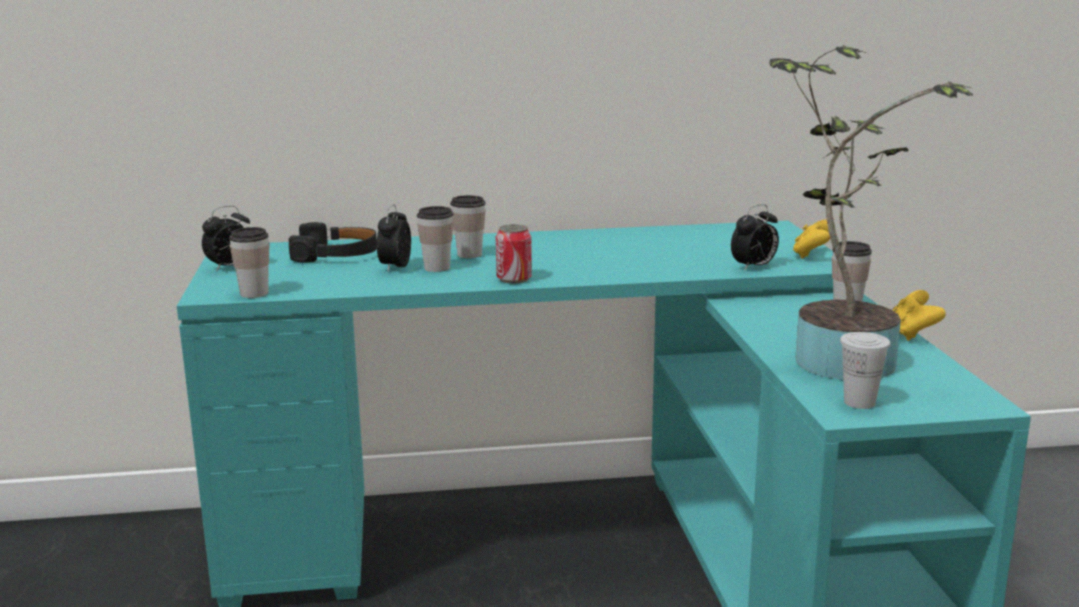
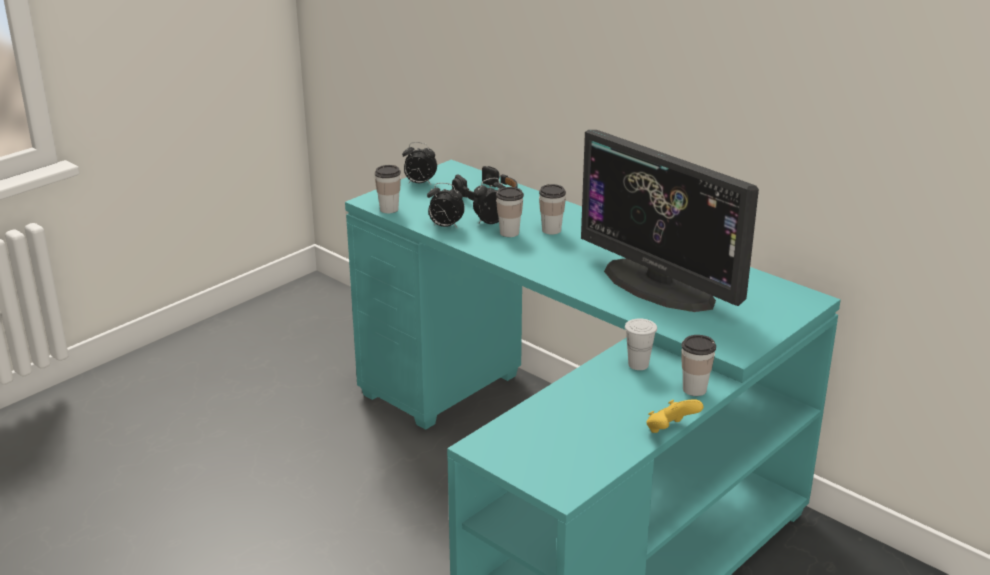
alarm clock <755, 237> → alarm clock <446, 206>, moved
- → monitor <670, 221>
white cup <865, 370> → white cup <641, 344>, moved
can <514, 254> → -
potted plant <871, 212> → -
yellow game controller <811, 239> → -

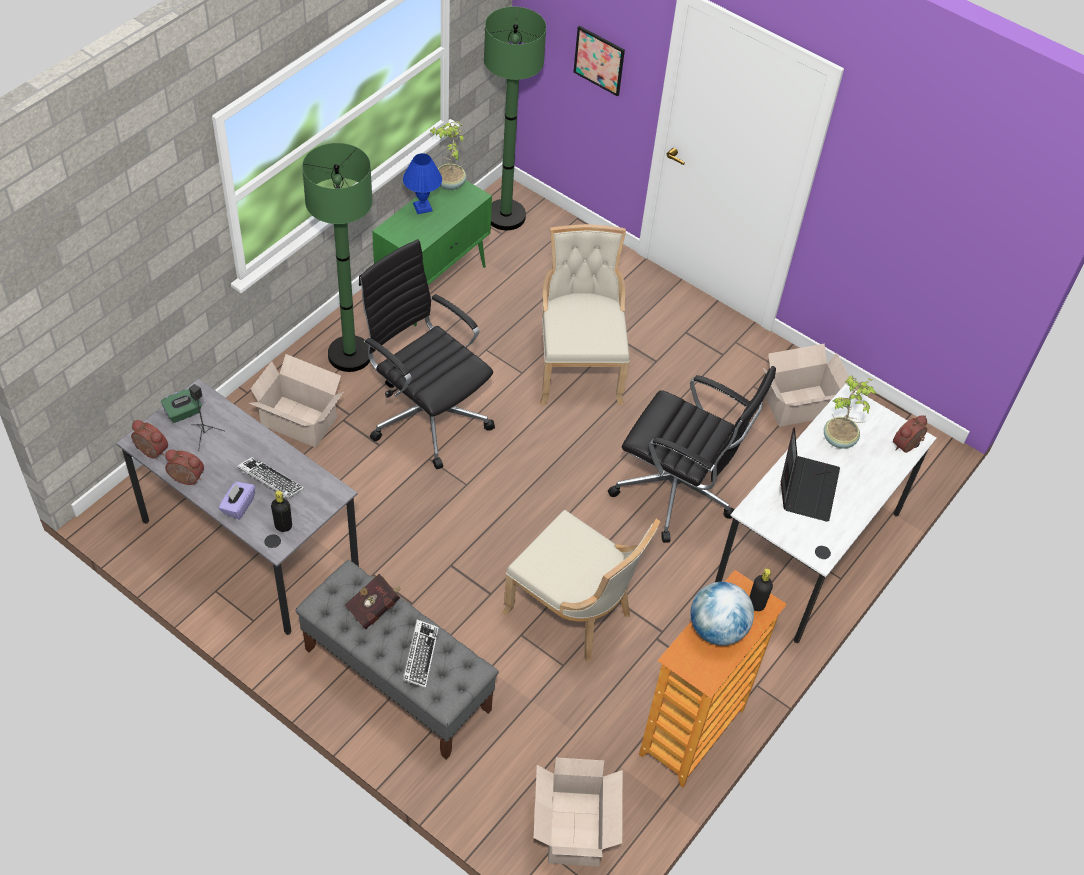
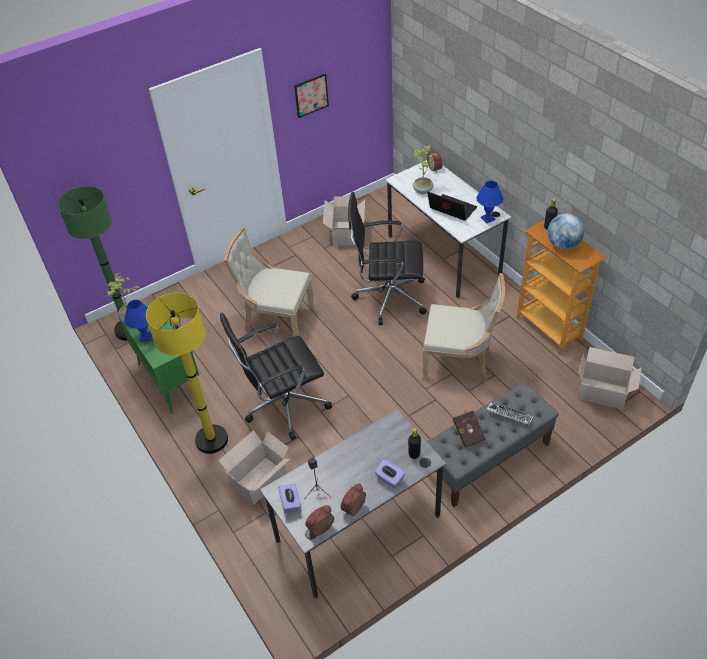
green floor lamp <337, 257> → yellow floor lamp <187, 373>
green tissue box <181, 406> → purple tissue box <289, 498>
picture <599, 61> → picture <311, 96>, moved
black office chair <692, 454> → black office chair <387, 258>, 135 degrees counterclockwise
beige chair <581, 586> → beige chair <463, 327>, 45 degrees clockwise
- → blue table lamp <489, 202>
keyboard <270, 477> → -

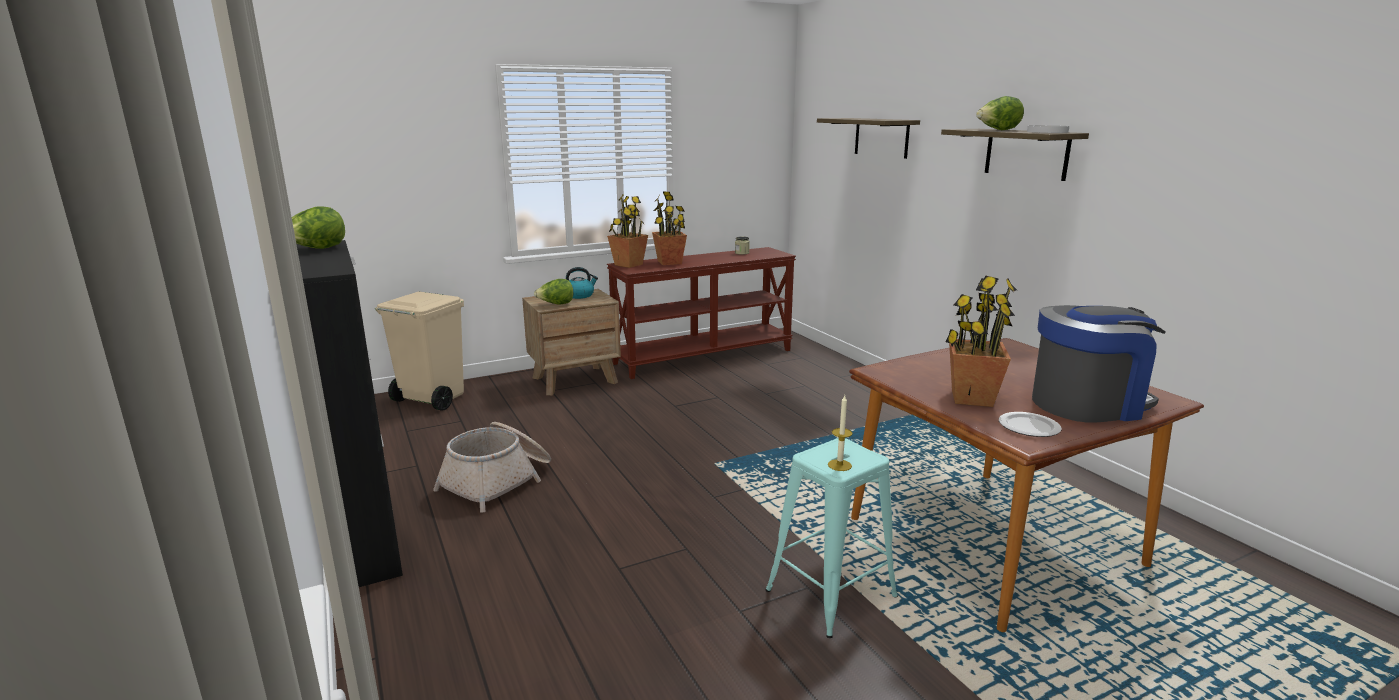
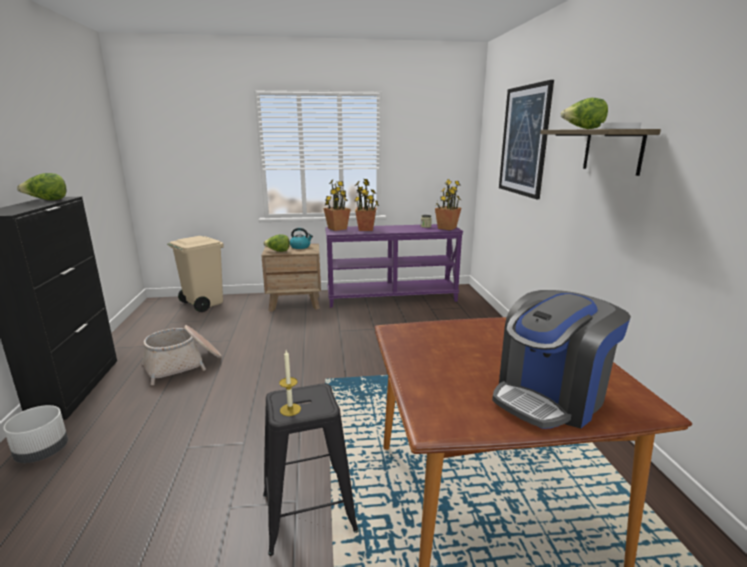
- → white planter <35, 434>
turquoise stool <831, 538> → black stool <310, 470>
brown console table <701, 313> → purple console table <394, 266>
potted plant <981, 341> → potted plant <448, 204>, moved
coffee machine <1099, 363> → coffee machine <561, 359>, 135 degrees clockwise
shelf <868, 138> → picture <526, 139>
plate <1030, 424> → -

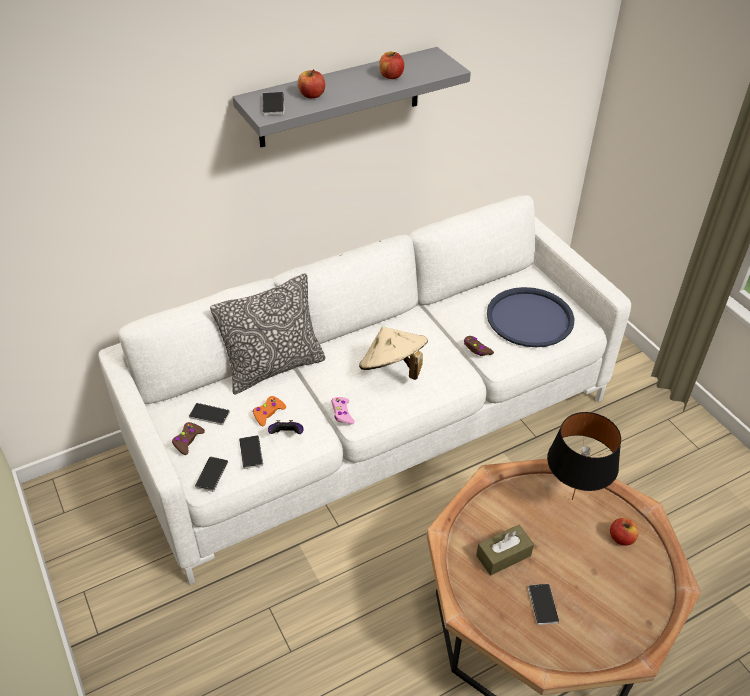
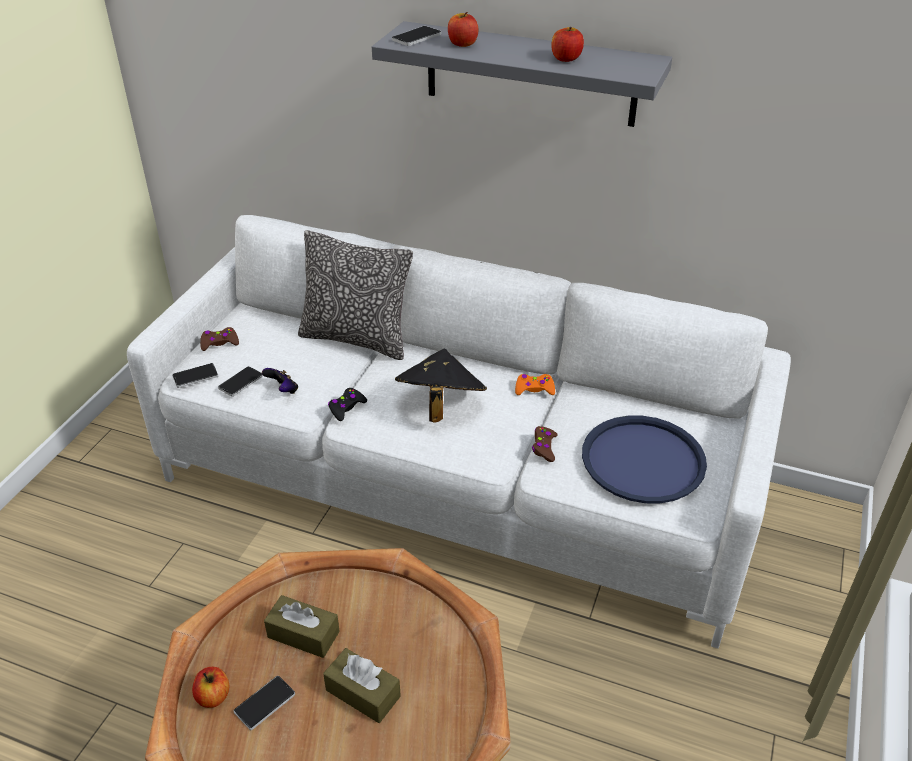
apple <624, 532> → apple <211, 687>, moved
- → brown tissue box <362, 685>
pink game controller <343, 411> → black game controller <347, 404>
beige hat <393, 353> → black hat <441, 385>
orange game controller <269, 411> → orange game controller <535, 384>, moved
phone <209, 414> → -
black table lamp <584, 456> → -

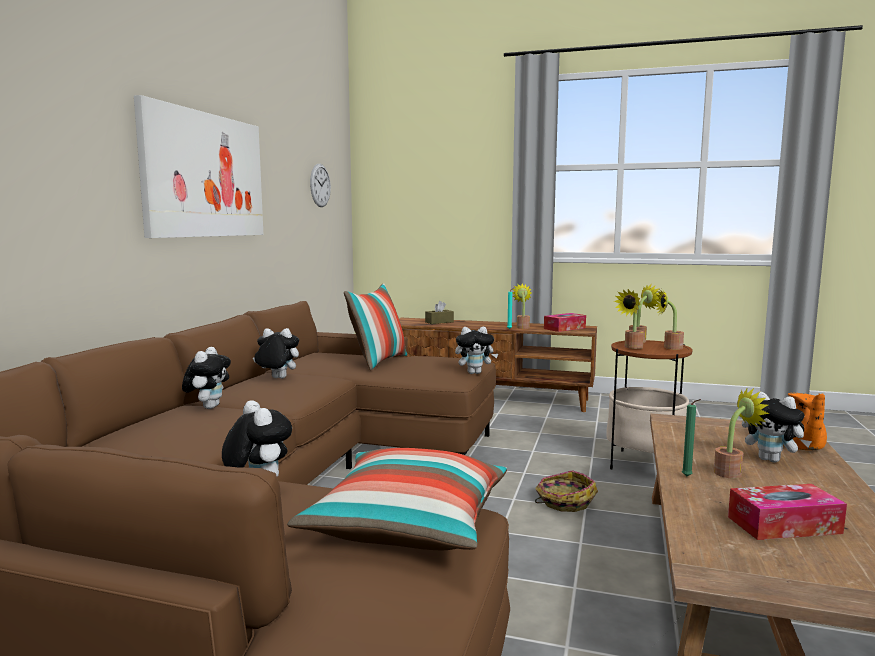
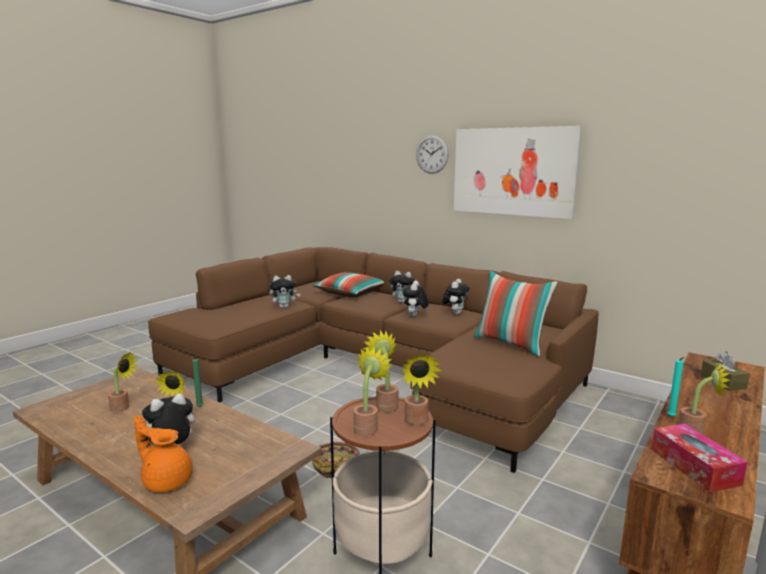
tissue box <787, 512> → potted plant <123, 382>
pillow <397, 499> → pillow <348, 284>, moved
plush toy <476, 350> → plush toy <415, 298>, moved
wall clock <320, 185> → wall clock <432, 154>, moved

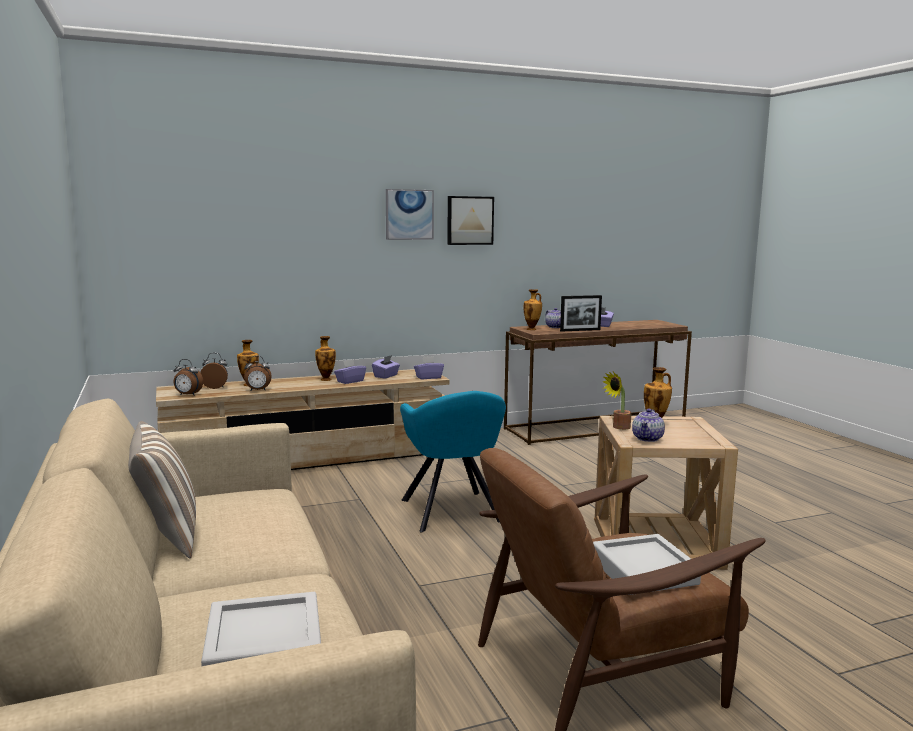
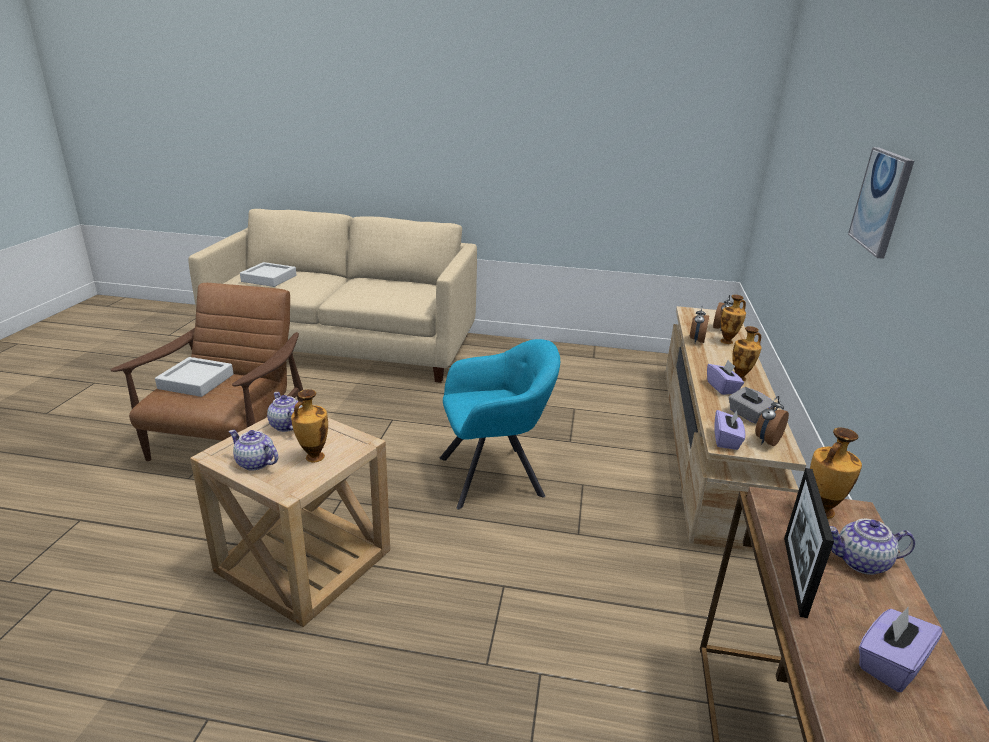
- → teapot <253, 450>
turquoise armchair <453, 461> → turquoise armchair <499, 424>, 150 degrees clockwise
purple tissue box <386, 366> → grey tissue box <751, 405>
alarm clock <188, 377> → alarm clock <772, 421>, moved
pillow <162, 490> → -
picture <470, 220> → -
potted plant <617, 401> → -

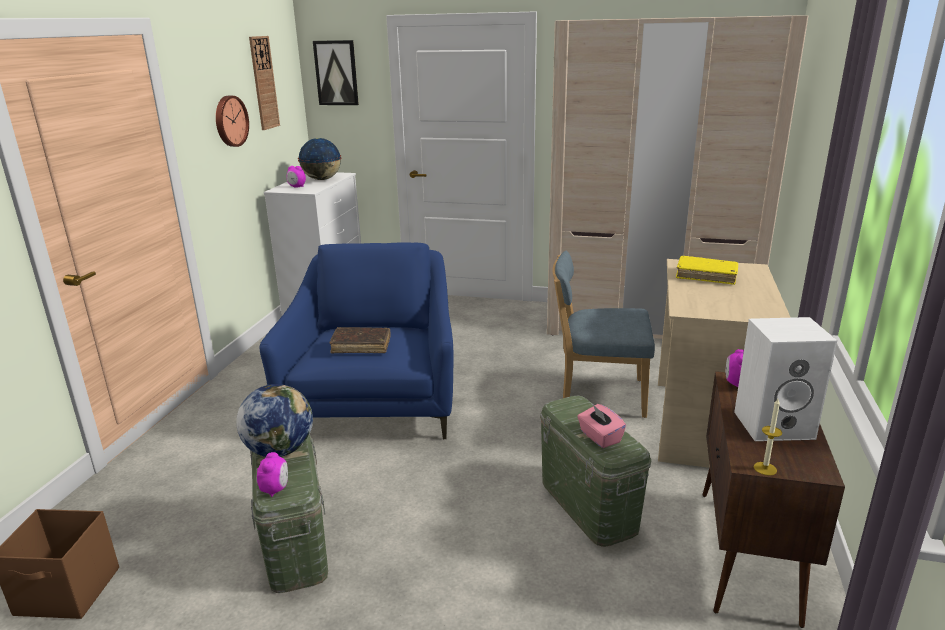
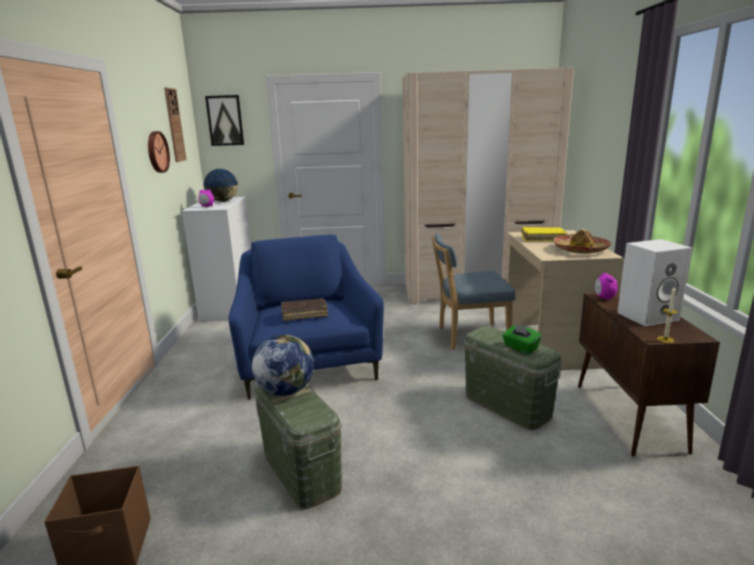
pink tissue box <601, 426> → green tissue box <522, 339>
- → hat <582, 241>
alarm clock <272, 474> → -

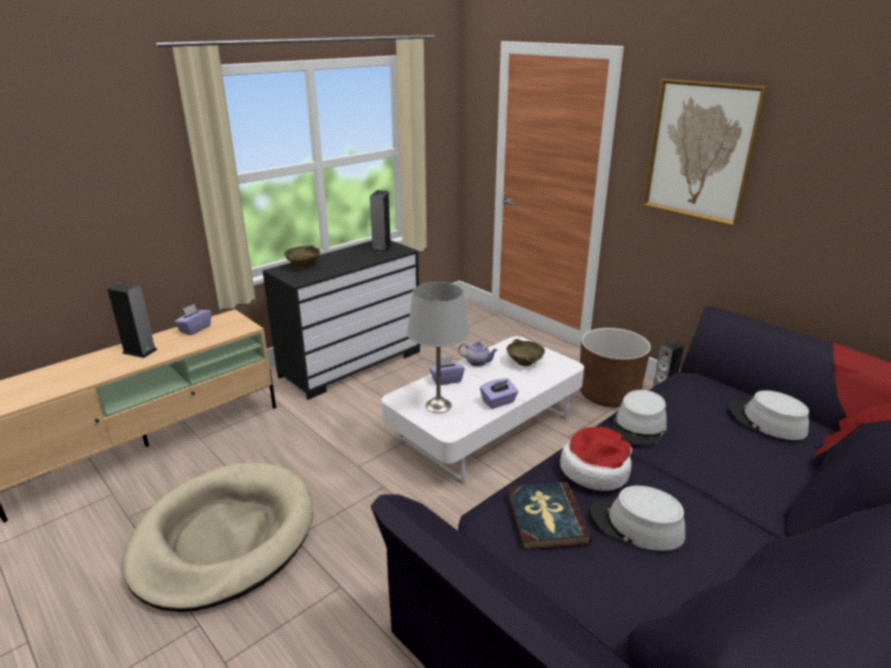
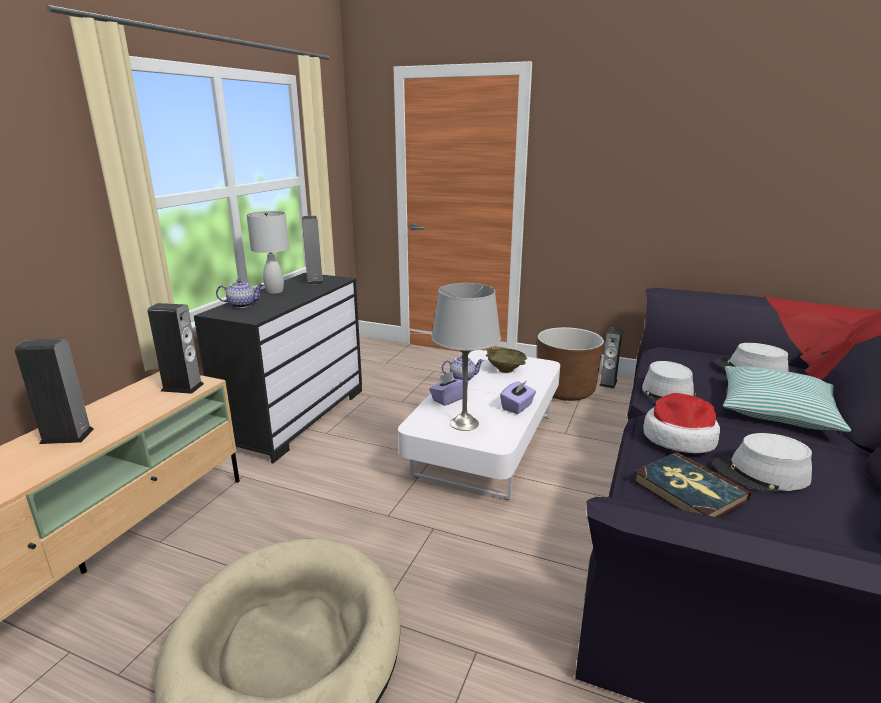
- → speaker <176, 348>
beige bowl <302, 256> → teapot <239, 293>
- → white table lamp <267, 252>
- → pillow <787, 399>
purple tissue box <192, 319> → -
picture <705, 152> → -

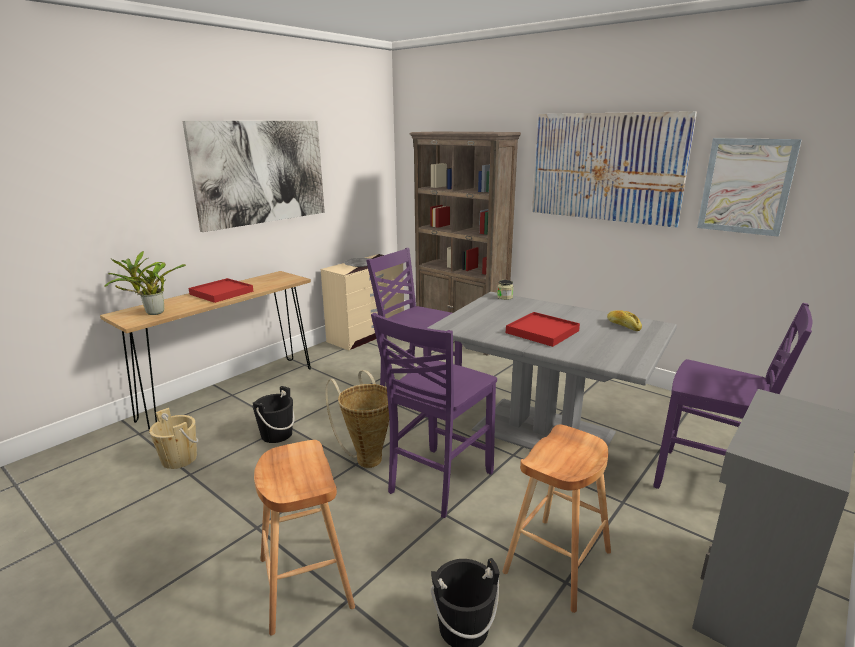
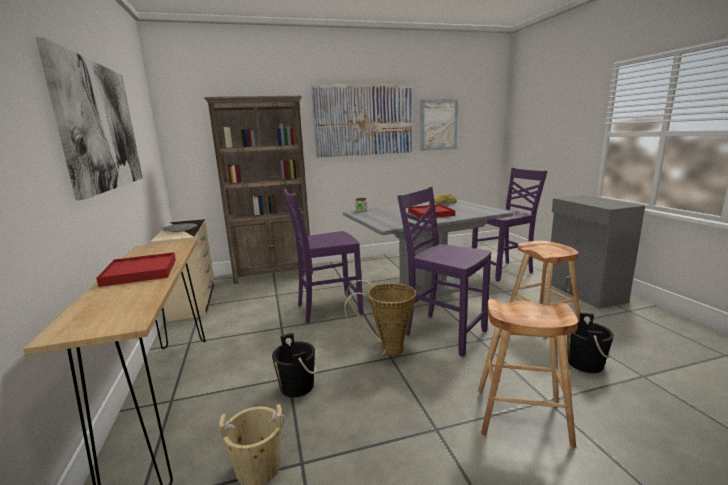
purple chair <434, 415> → purple chair <444, 272>, 150 degrees clockwise
potted plant <145, 283> → -

